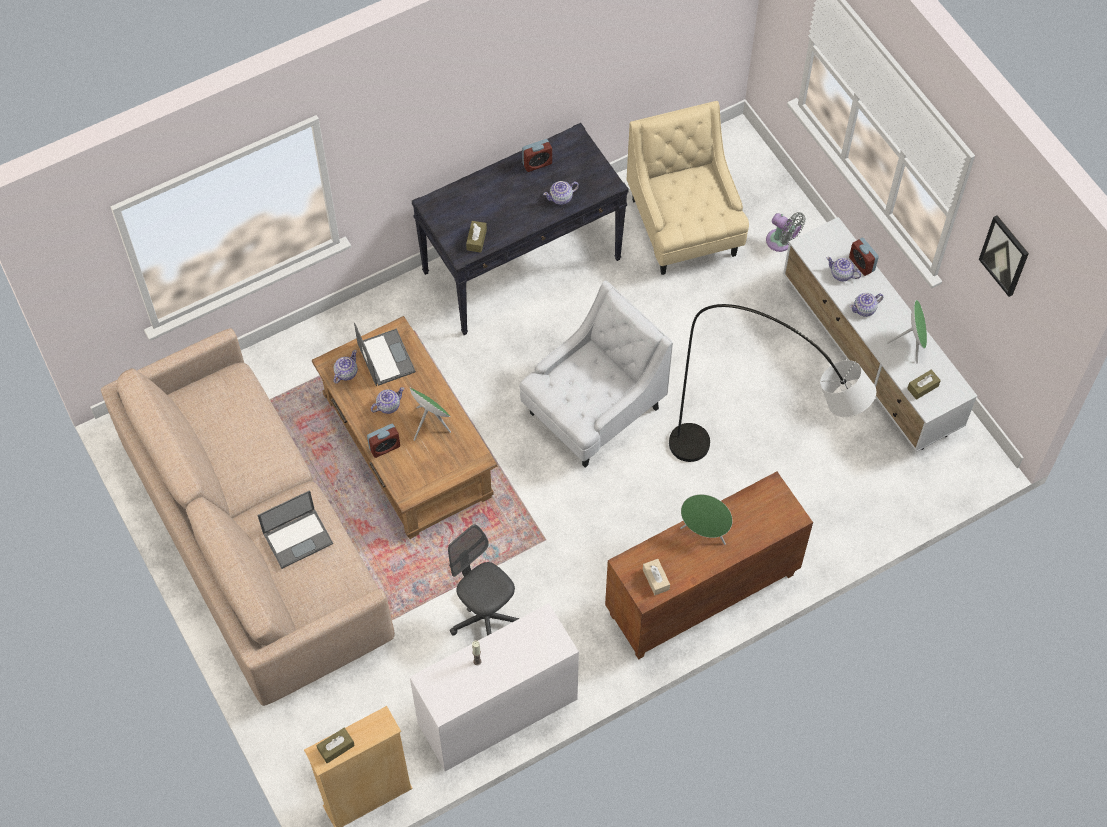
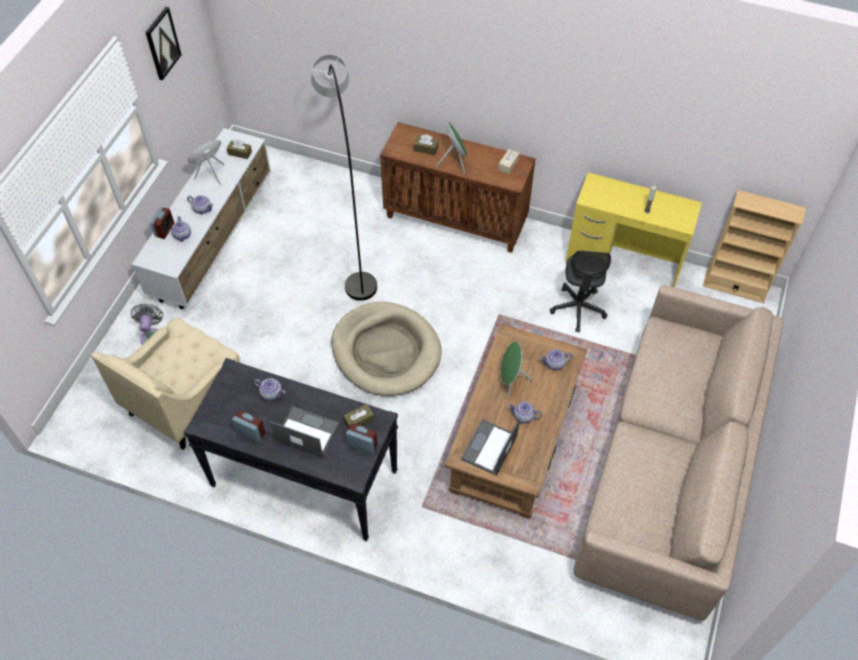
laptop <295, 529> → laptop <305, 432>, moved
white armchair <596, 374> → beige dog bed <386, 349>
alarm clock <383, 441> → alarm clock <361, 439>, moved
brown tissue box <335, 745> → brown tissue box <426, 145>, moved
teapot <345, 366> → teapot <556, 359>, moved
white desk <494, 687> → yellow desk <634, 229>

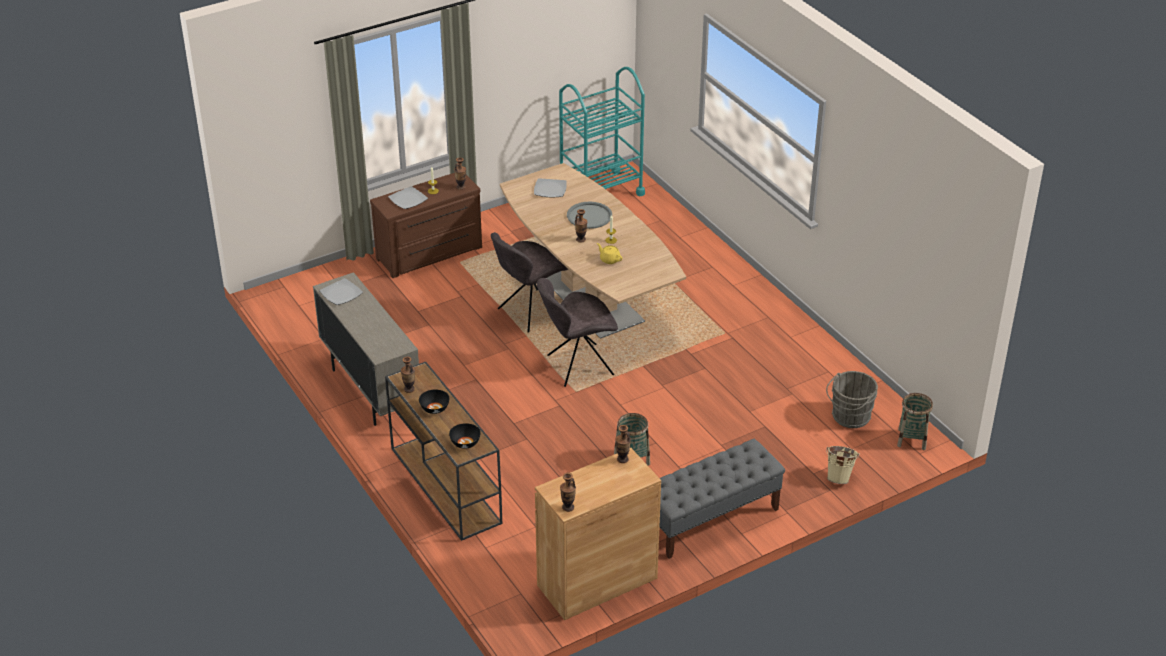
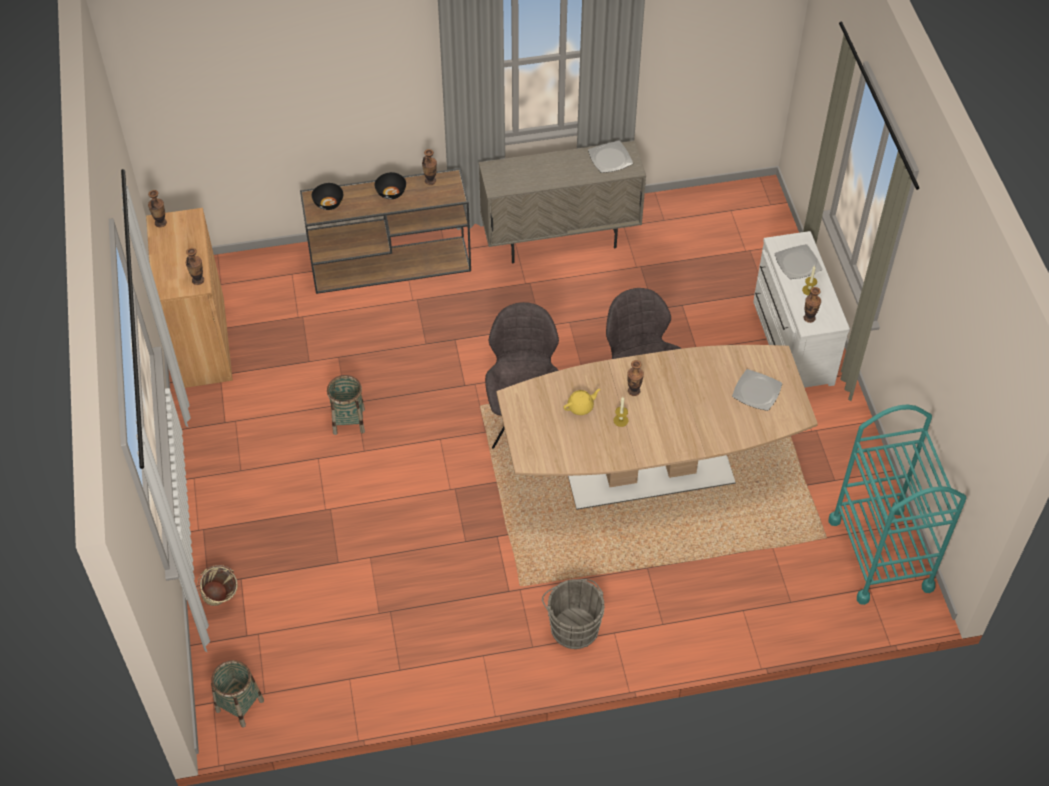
grey bucket <852, 399> → grey bucket <573, 614>, moved
brown dresser <426, 225> → white dresser <801, 309>
grey tray <589, 215> → -
grey bench <722, 499> → -

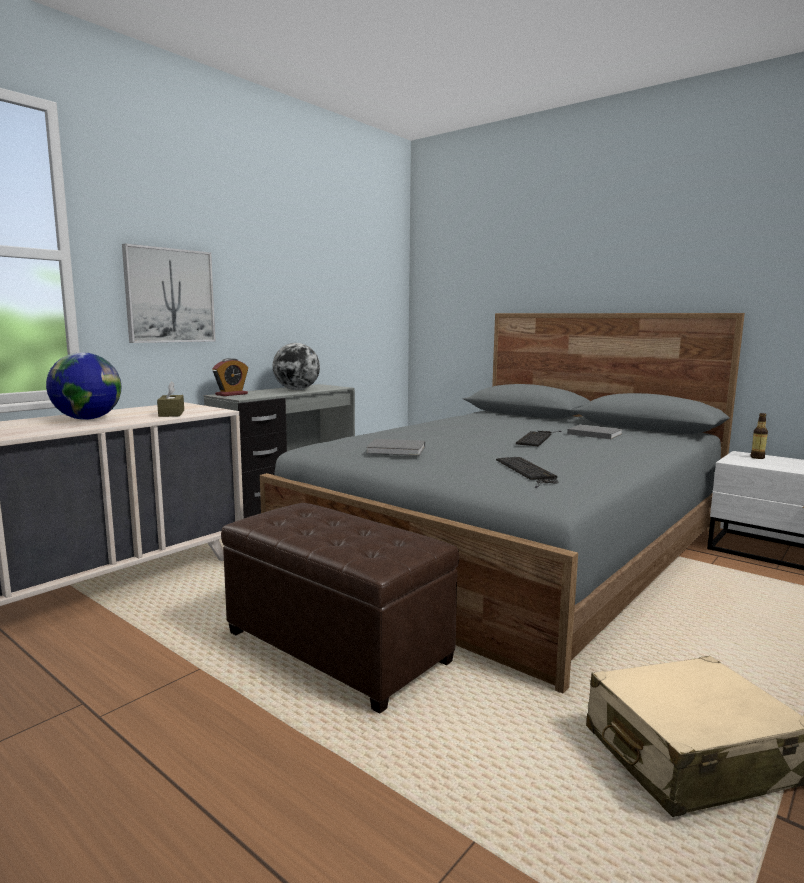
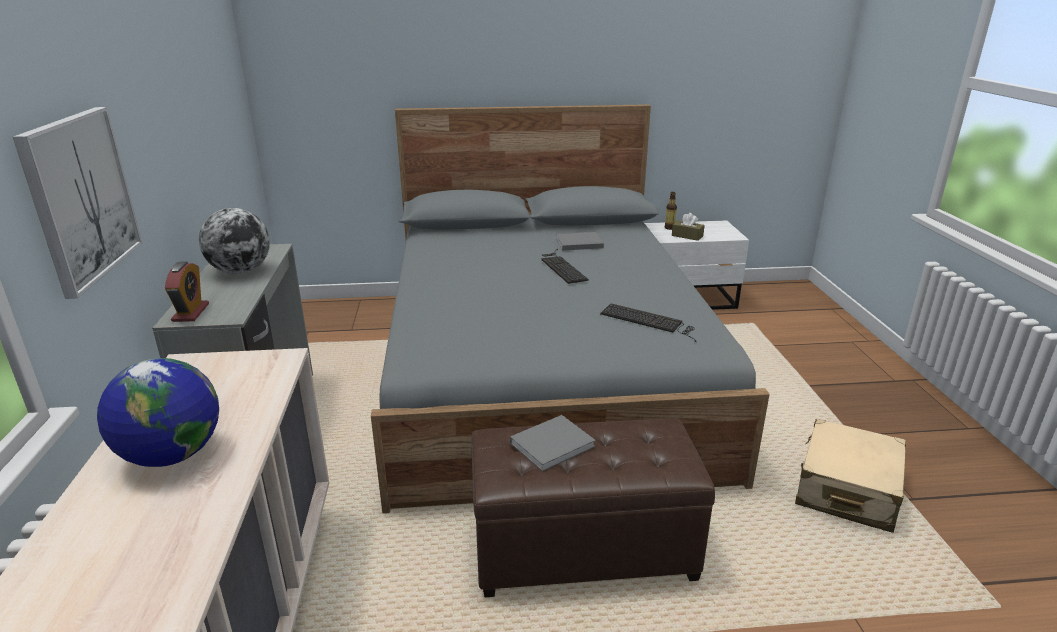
grey book <395, 447> → grey book <553, 443>, moved
brown tissue box <170, 399> → brown tissue box <688, 227>, moved

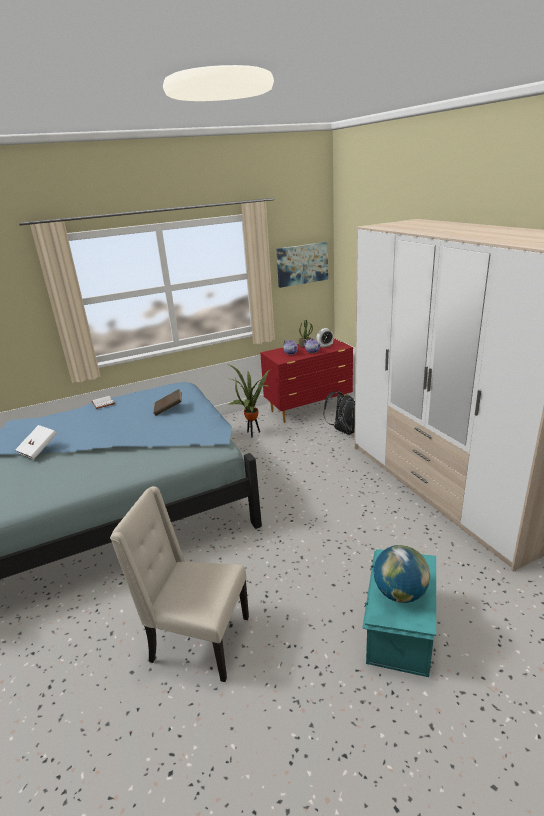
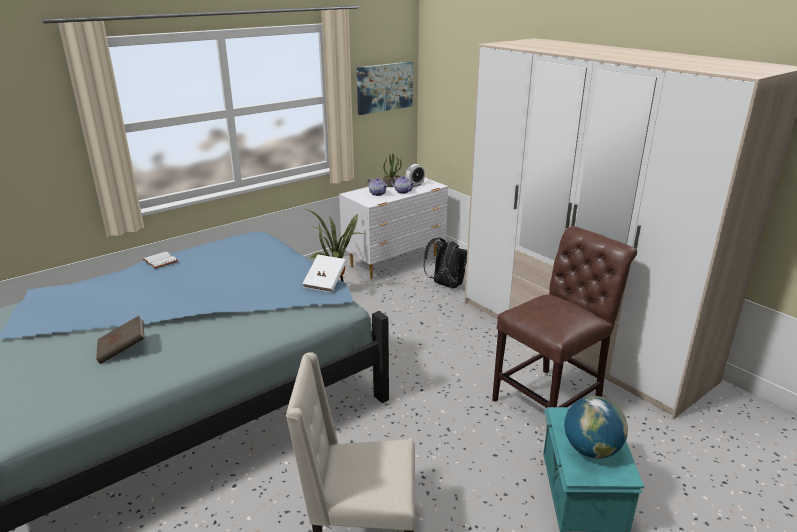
brown book <167, 402> → brown book <120, 340>, moved
white book <36, 442> → white book <325, 274>, moved
red dresser <306, 380> → white dresser <393, 228>
- → brown chair <564, 317>

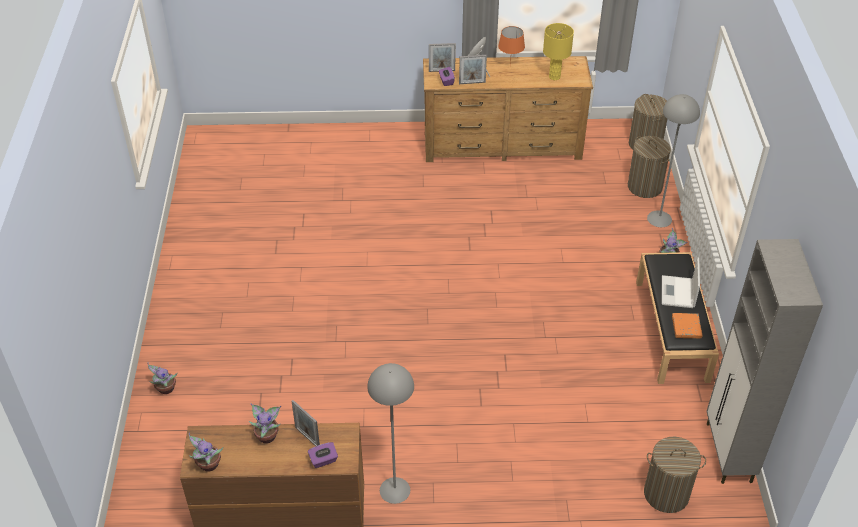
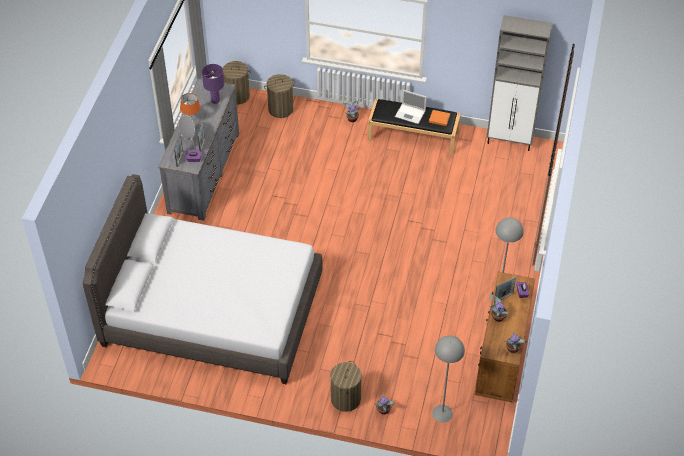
- → grey bed <202, 279>
brown dresser <508, 109> → grey dresser <198, 149>
yellow table lamp <558, 51> → purple table lamp <213, 84>
laundry basket <675, 475> → laundry basket <346, 386>, moved
grey floor lamp <673, 160> → grey floor lamp <448, 379>, moved

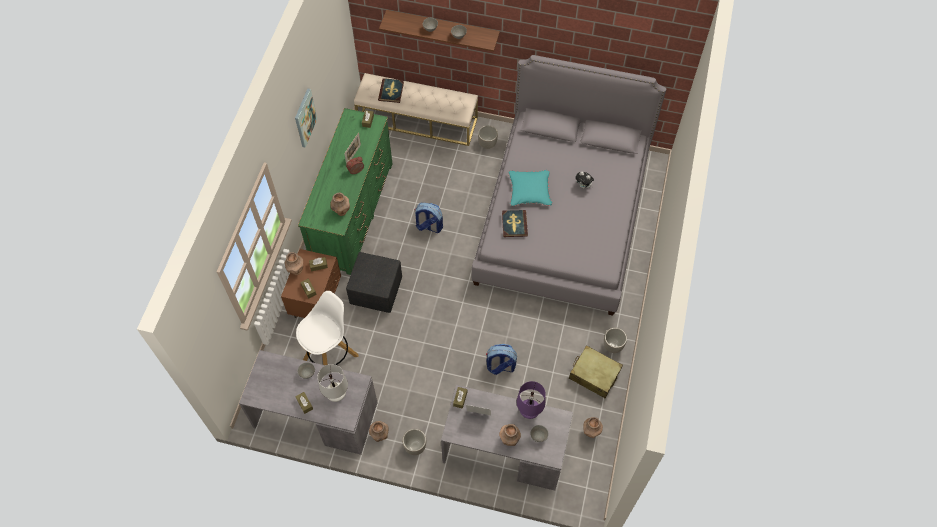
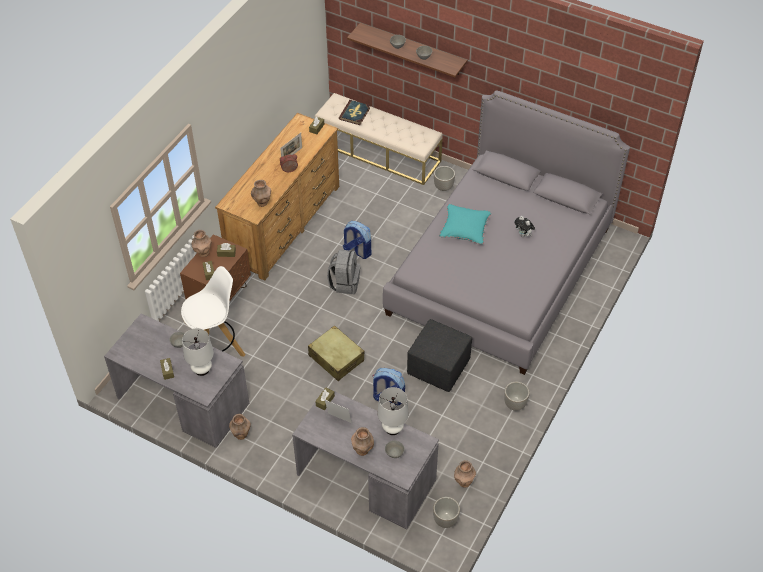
green dresser <345, 191> → brown dresser <277, 197>
beige suitcase <596, 371> → beige suitcase <336, 353>, moved
- → grey backpack <343, 271>
purple table lamp <531, 400> → white table lamp <393, 411>
black ottoman <374, 282> → black ottoman <439, 355>, moved
planter <414, 442> → planter <446, 512>, moved
picture <306, 118> → -
book <515, 223> → -

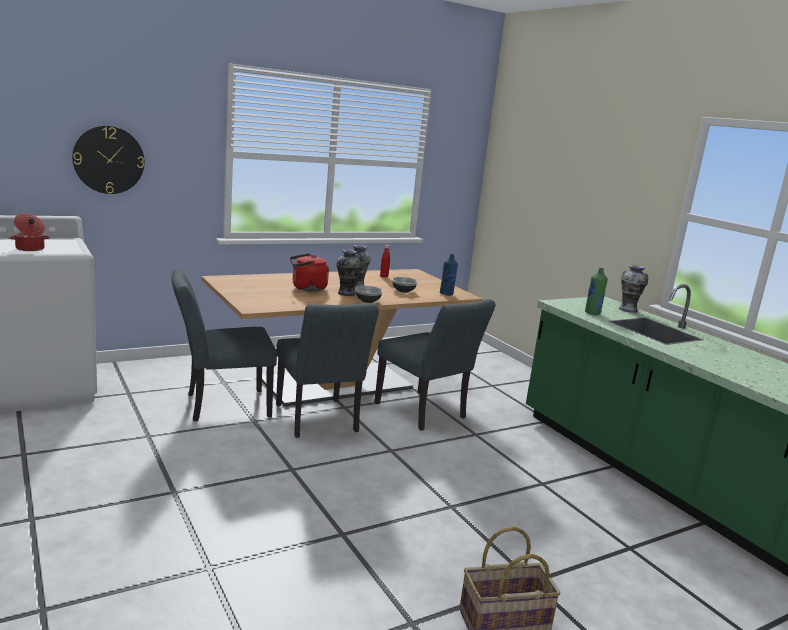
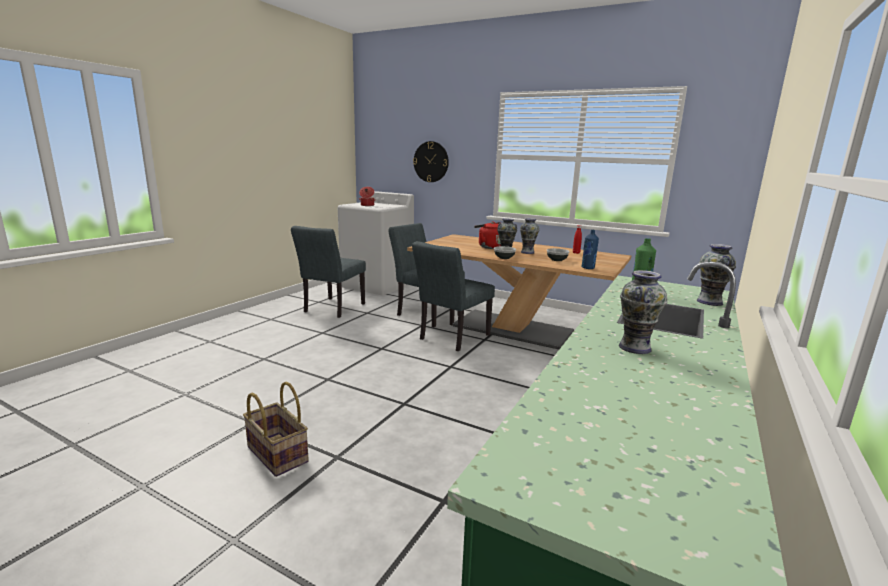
grey chair <435, 365> → grey chair <328, 272>, moved
- → vase <643, 312>

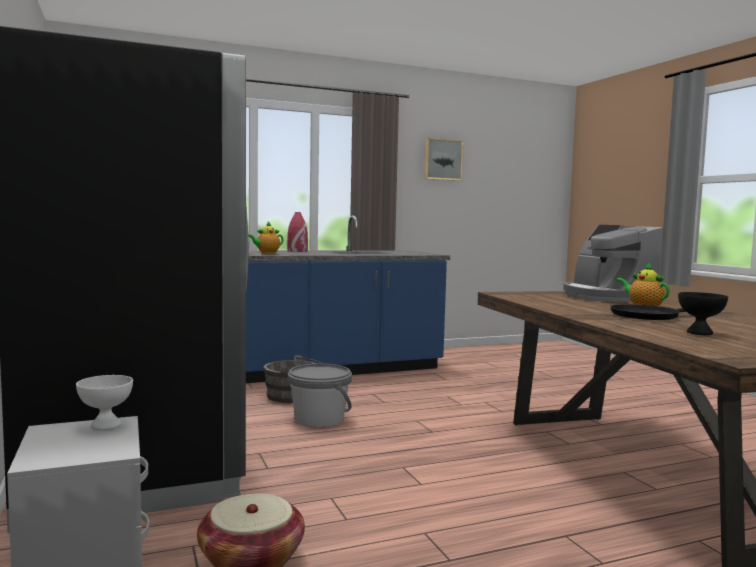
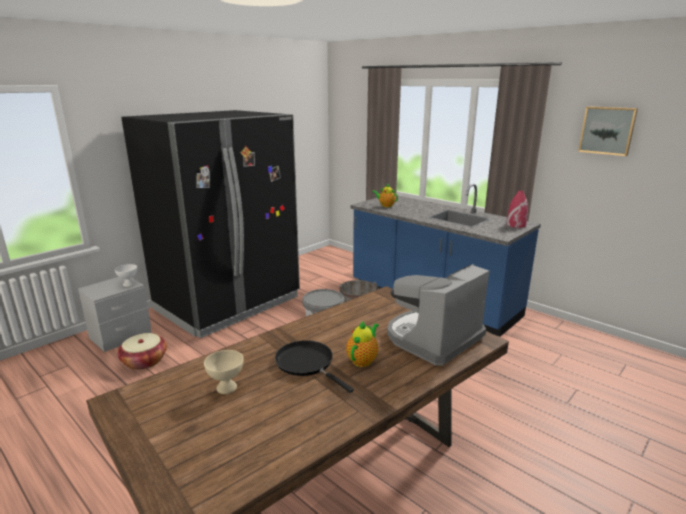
black bowl <703, 313> → beige bowl <224, 372>
red vase <297, 232> → red vase <517, 209>, moved

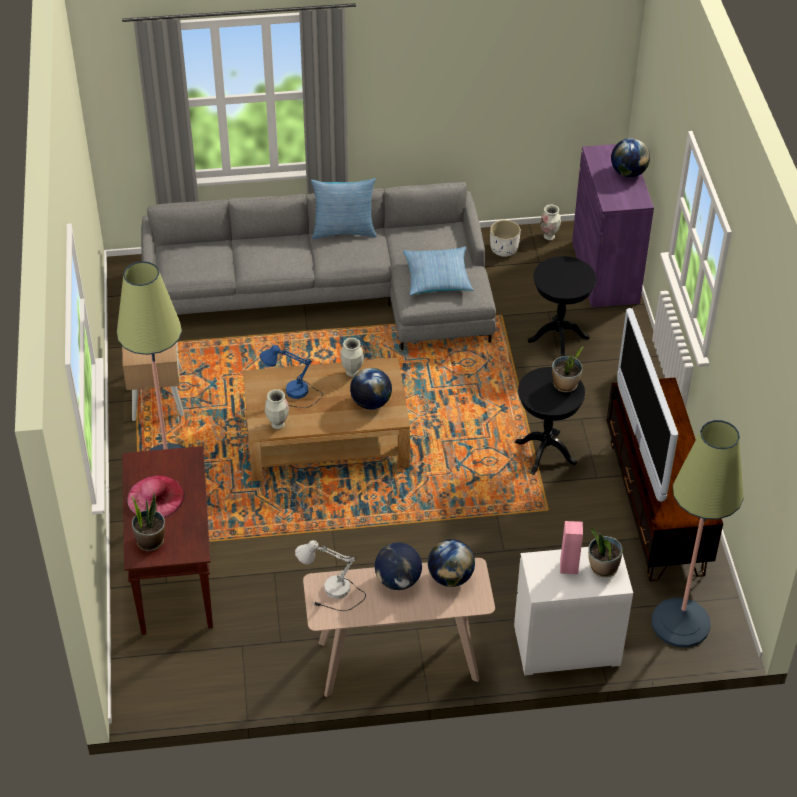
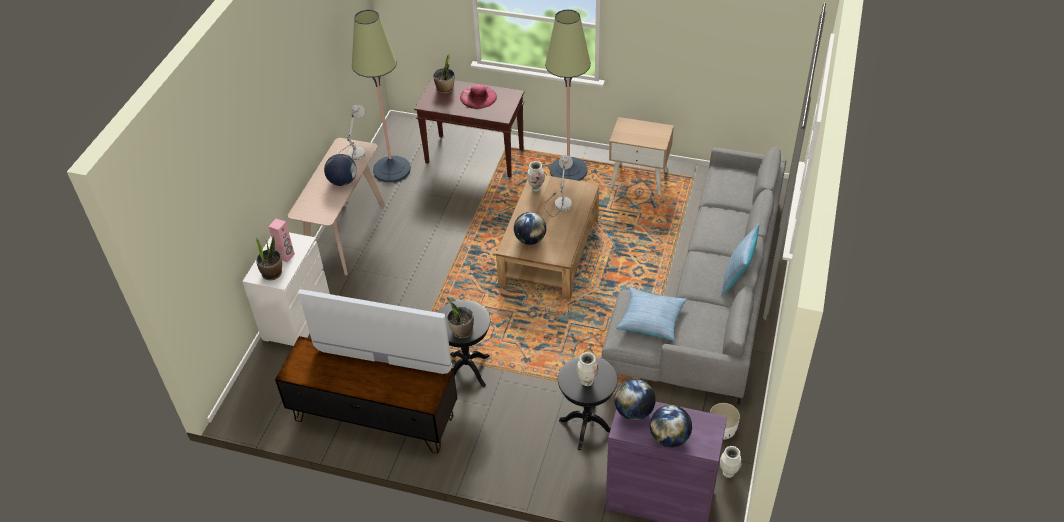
floor lamp <697, 533> → floor lamp <381, 96>, moved
blue table lamp <291, 376> → white table lamp <558, 186>
vase <352, 357> → vase <587, 369>, moved
globe <451, 563> → globe <635, 399>, moved

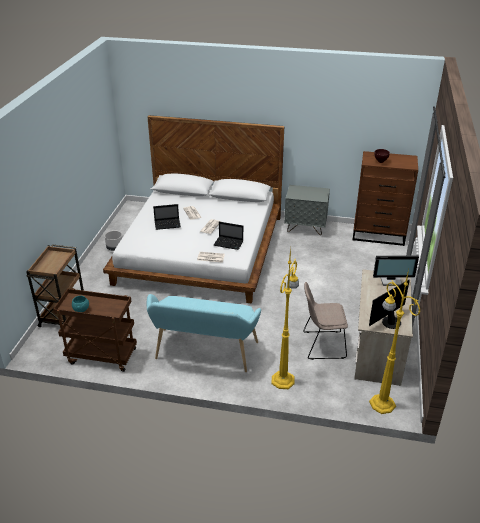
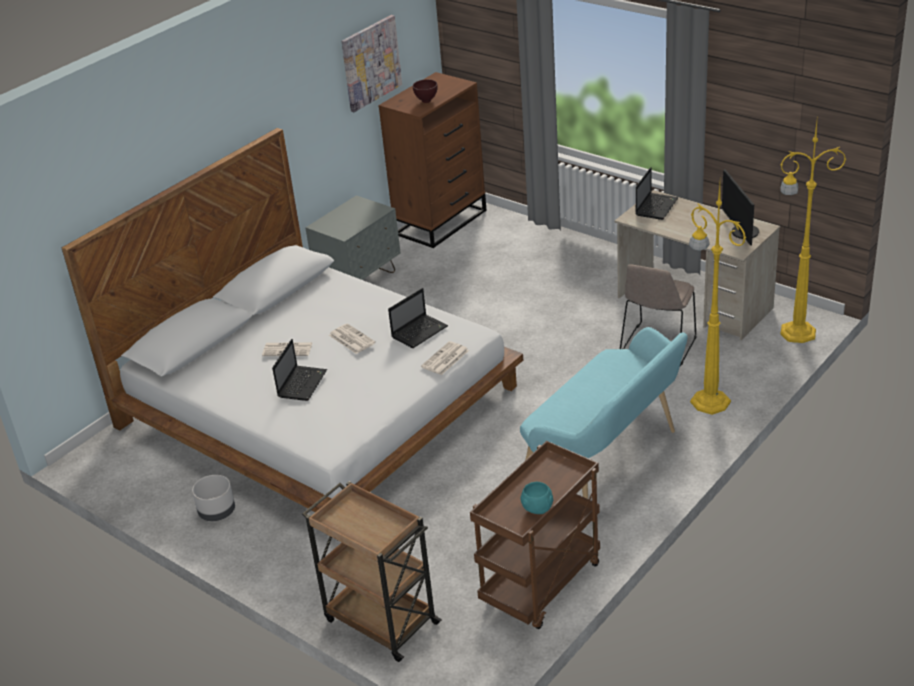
- → picture <371, 63>
monitor <396, 270> → laptop <657, 193>

